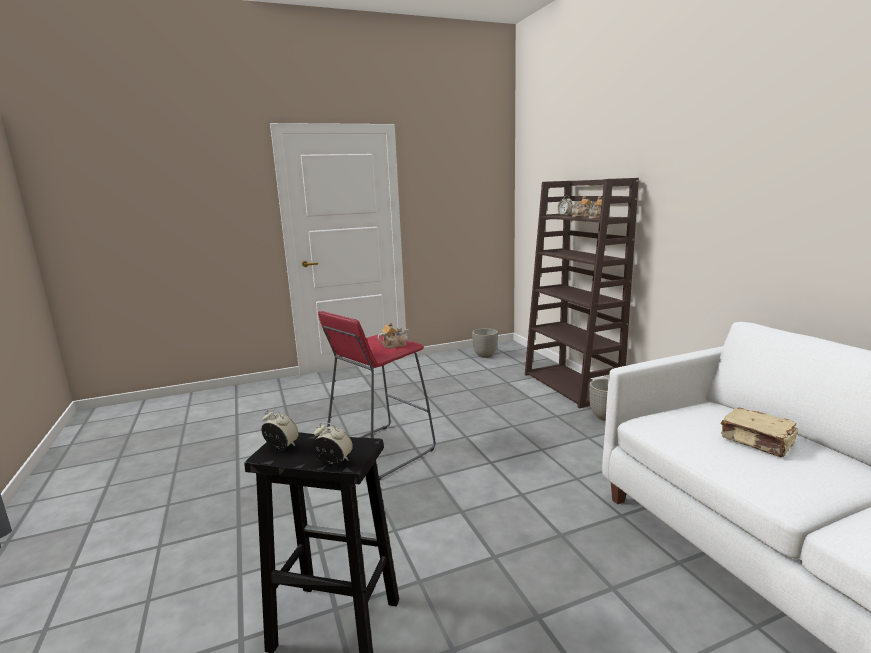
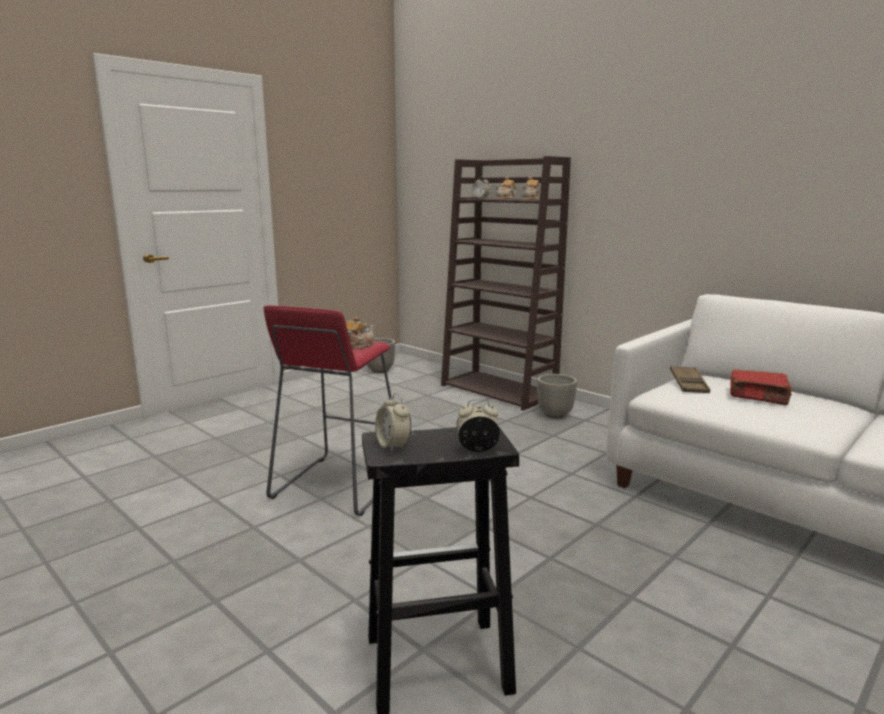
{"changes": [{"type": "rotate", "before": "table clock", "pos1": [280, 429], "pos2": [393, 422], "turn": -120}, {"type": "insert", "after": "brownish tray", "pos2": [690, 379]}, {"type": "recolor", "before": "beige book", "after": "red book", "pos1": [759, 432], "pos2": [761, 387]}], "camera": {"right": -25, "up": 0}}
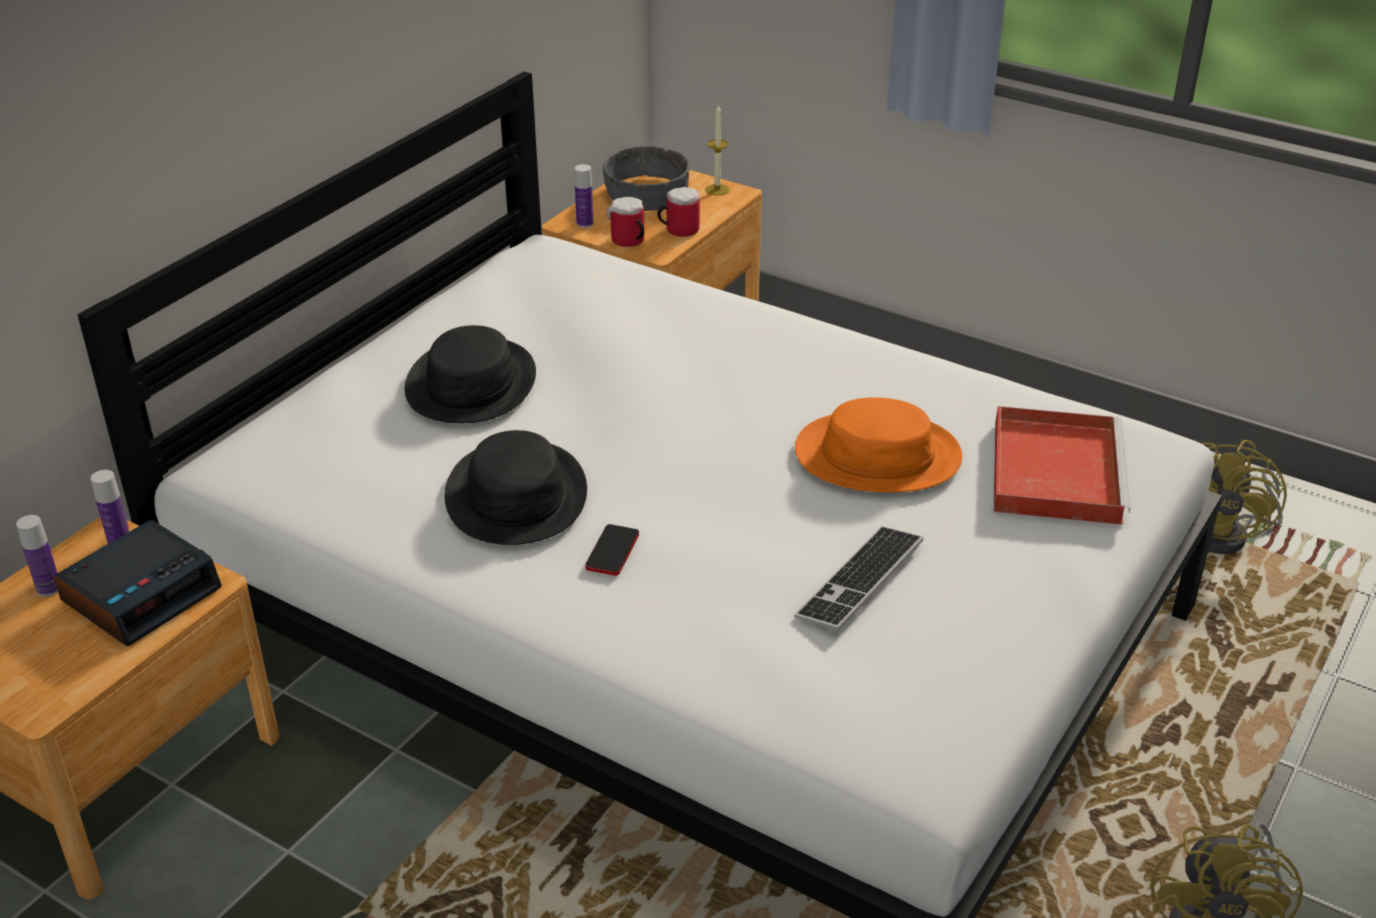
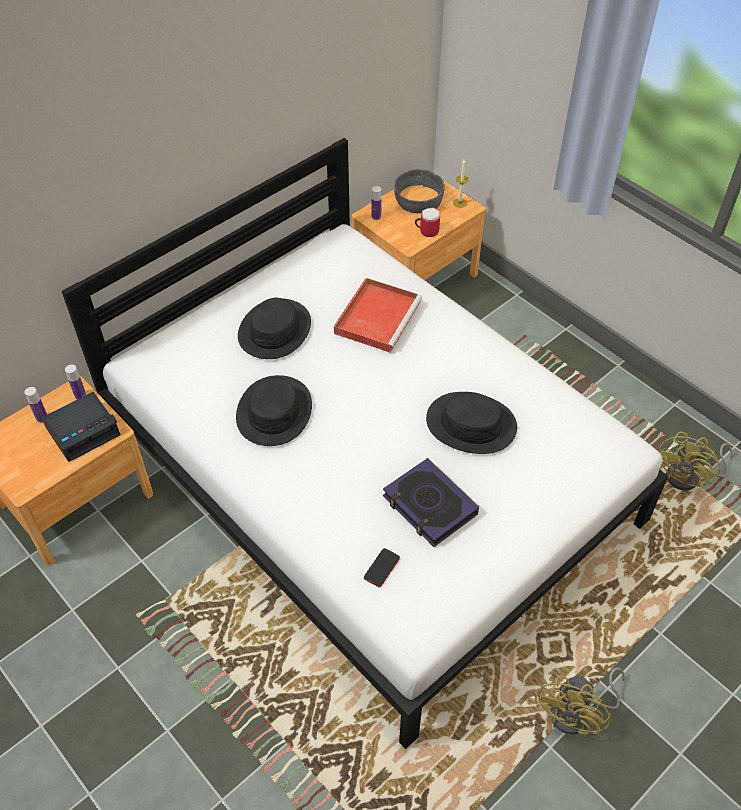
{"changes": [{"type": "move", "before": "red tray", "pos1": [1062, 465], "pos2": [378, 315]}, {"type": "move", "before": "telephone", "pos1": [612, 550], "pos2": [382, 567]}, {"type": "replace", "before": "computer keyboard", "after": "book", "pos1": [859, 579], "pos2": [431, 502]}, {"type": "recolor", "before": "orange-coloured clothing hat", "after": "black-coloured clothing hat", "pos1": [878, 444], "pos2": [471, 423]}, {"type": "delete", "before": "tea mug", "pos1": [625, 222]}], "camera": {"right": 15, "up": 15}}
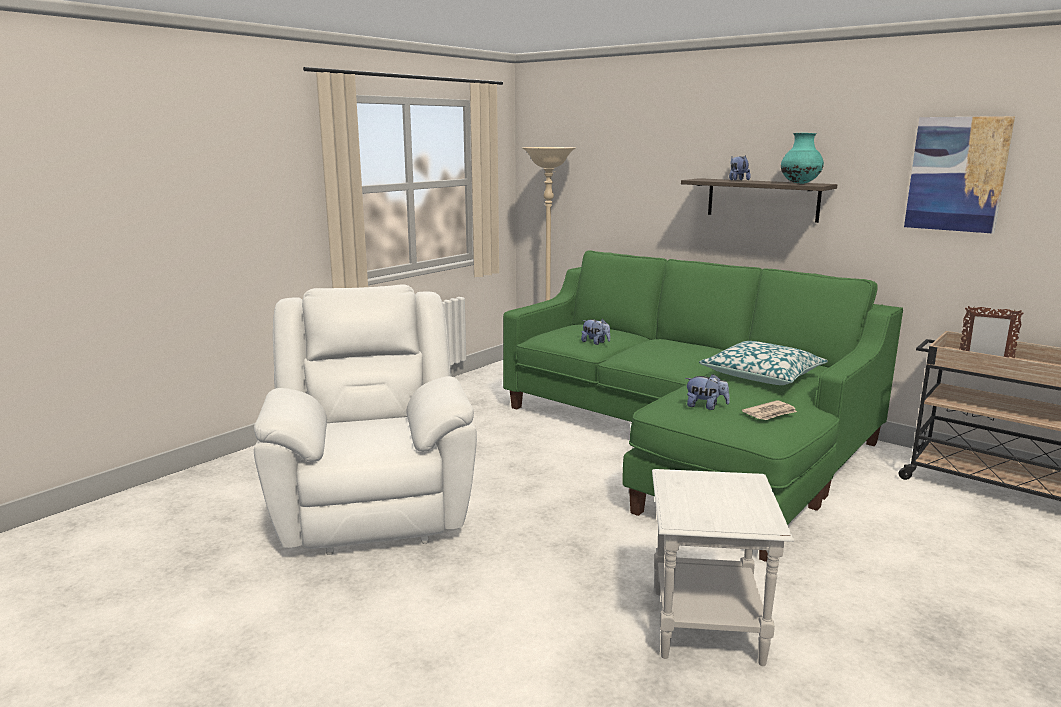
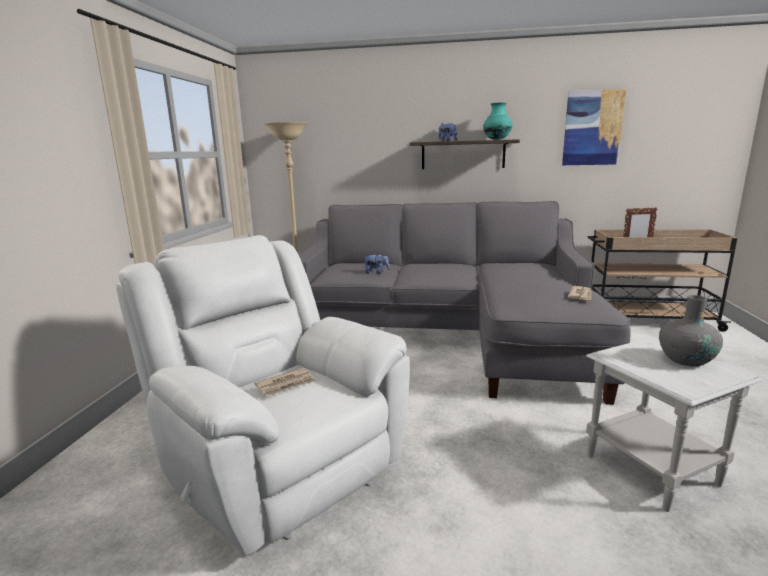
{"changes": [{"type": "insert", "after": "daily paper", "pos2": [285, 382]}, {"type": "recolor", "before": "green-coloured sofa", "after": "greyish sofa", "pos1": [703, 406], "pos2": [464, 303]}, {"type": "insert", "after": "greyish decorative vase", "pos2": [691, 331]}, {"type": "delete", "before": "soft toy", "pos1": [707, 392]}, {"type": "delete", "before": "throw pillow", "pos1": [763, 363]}], "camera": {"right": -30, "up": 0}}
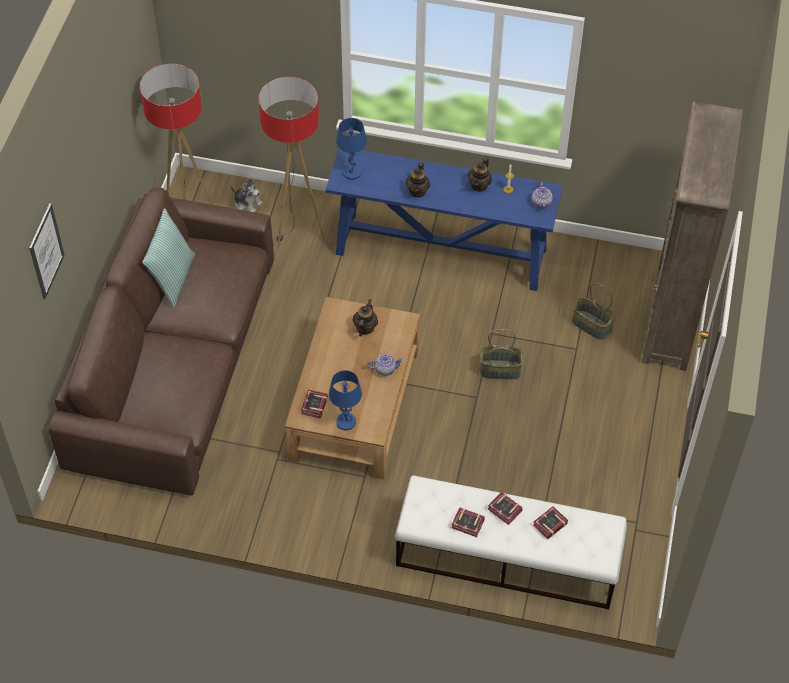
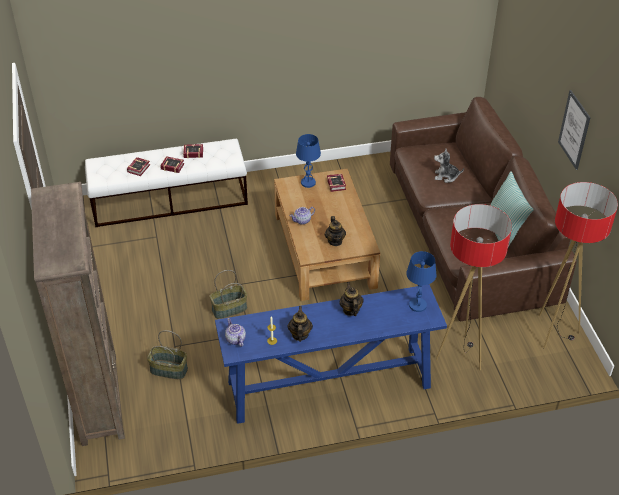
{"changes": [{"type": "move", "before": "soft toy", "pos1": [247, 195], "pos2": [449, 166]}, {"type": "move", "before": "wall picture", "pos1": [47, 251], "pos2": [574, 130]}], "camera": {"right": 155, "up": -10}}
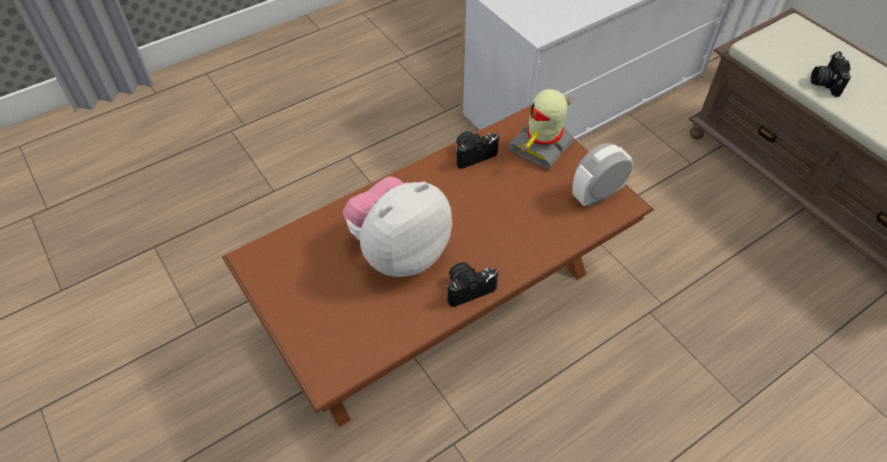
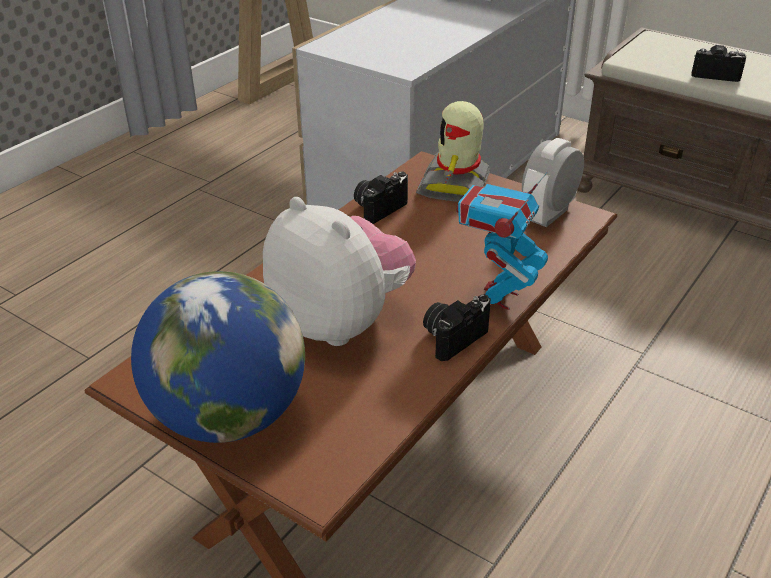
{"changes": [{"type": "insert", "after": "globe", "pos2": [218, 357]}, {"type": "rotate", "before": "soft toy", "pos1": [397, 227], "pos2": [339, 271], "turn": 105}, {"type": "insert", "after": "toy robot", "pos2": [502, 241]}, {"type": "rotate", "before": "still camera", "pos1": [831, 74], "pos2": [718, 63], "turn": 120}], "camera": {"right": -20, "up": -15}}
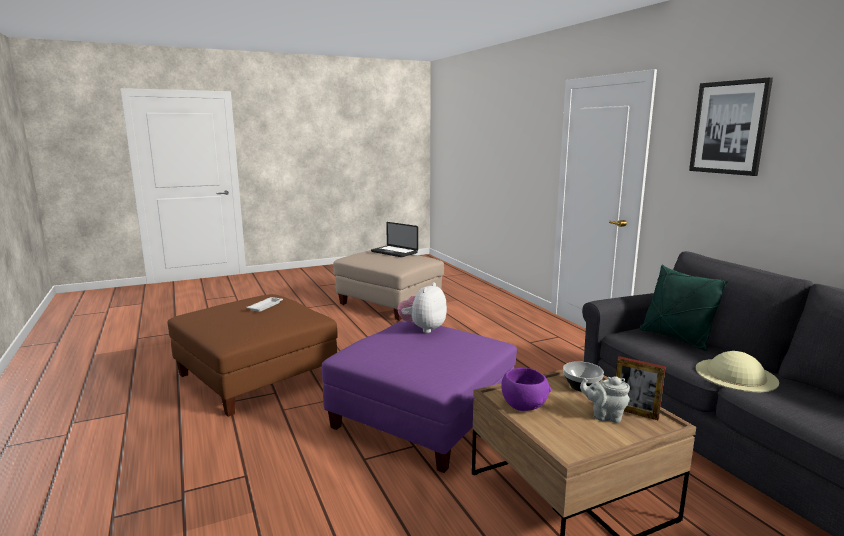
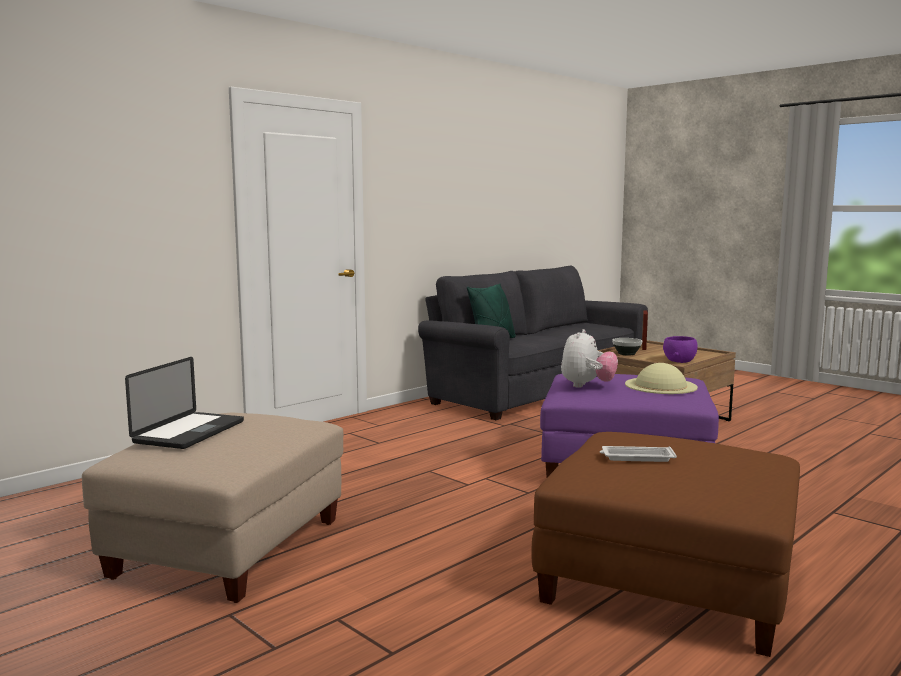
{"changes": [{"type": "rotate", "before": "soft toy", "pos1": [422, 307], "pos2": [589, 358], "turn": -75}, {"type": "move", "before": "beige clothing hat", "pos1": [737, 371], "pos2": [661, 378]}, {"type": "delete", "before": "greyish tea pot", "pos1": [605, 399]}, {"type": "delete", "before": "wall picture", "pos1": [731, 126]}], "camera": {"right": -110, "up": -5}}
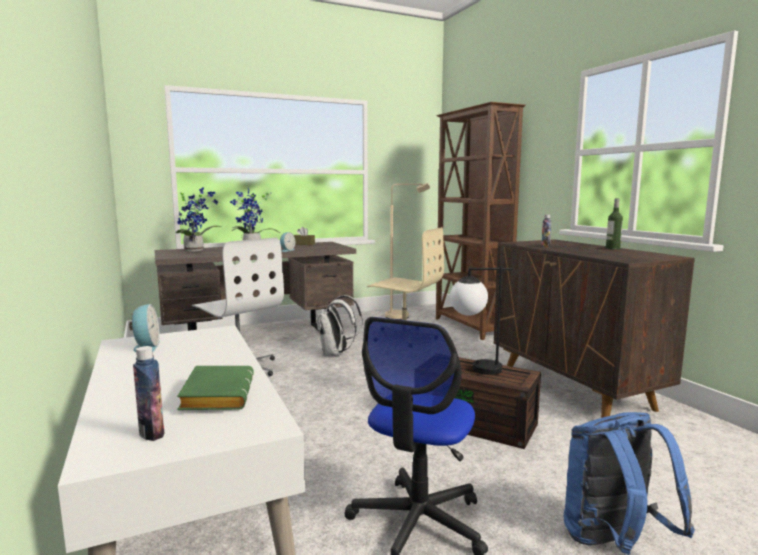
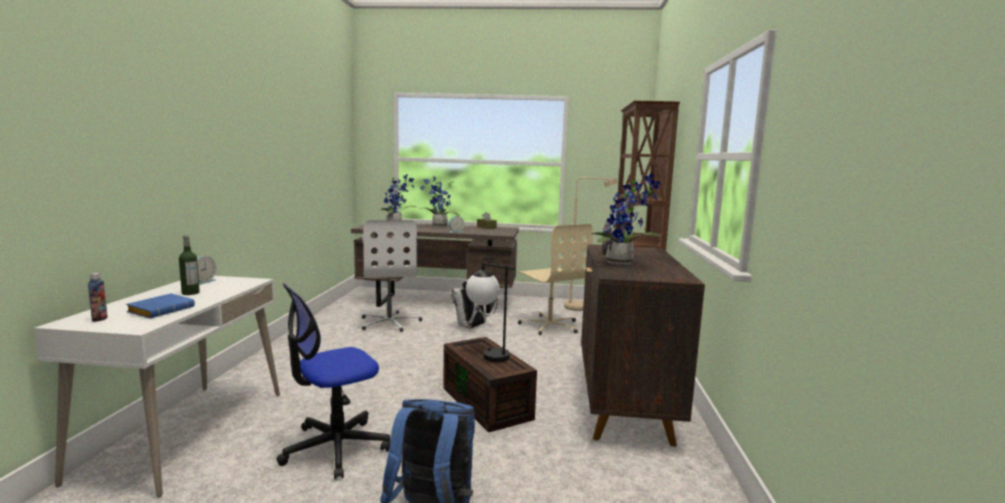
{"changes": [{"type": "recolor", "before": "green-coloured book", "after": "blue book", "pos1": [215, 388], "pos2": [160, 306]}, {"type": "move", "before": "beverage bottle", "pos1": [614, 224], "pos2": [189, 265]}, {"type": "insert", "after": "houseplant", "pos2": [626, 219]}], "camera": {"right": 30, "up": 0}}
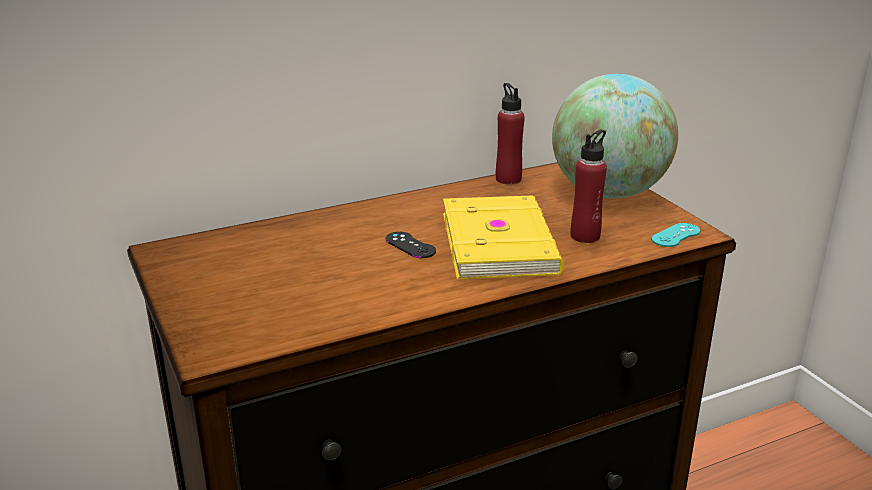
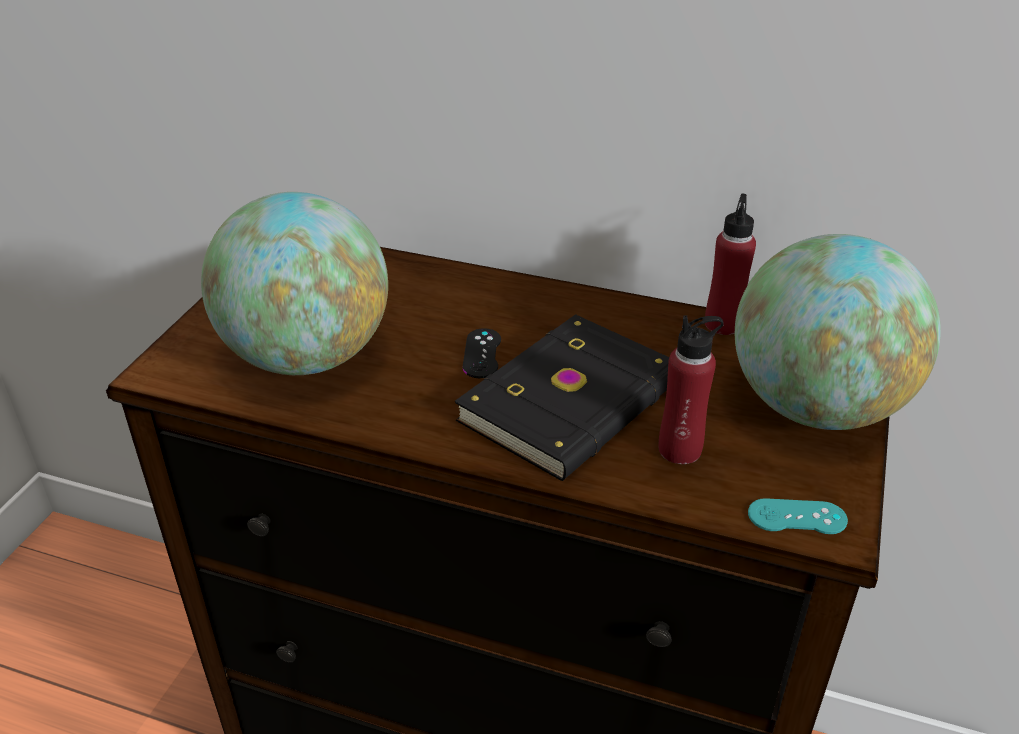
{"changes": [{"type": "insert", "after": "globe", "pos2": [294, 283]}, {"type": "recolor", "before": "yellowish book", "after": "black-coloured book", "pos1": [503, 237], "pos2": [562, 397]}], "camera": {"right": 45, "up": 10}}
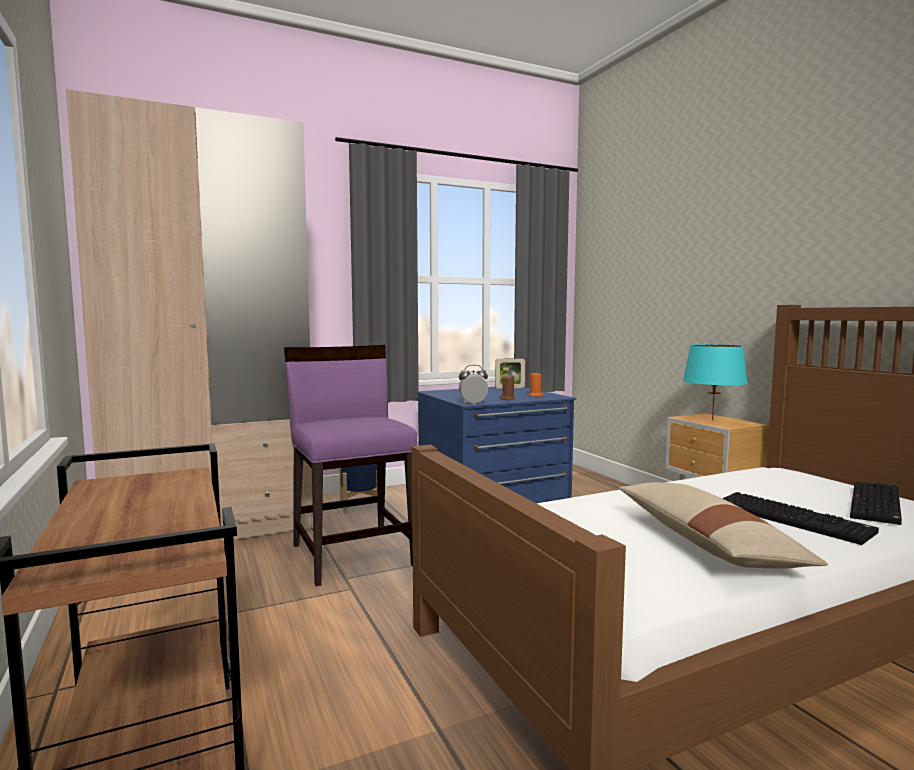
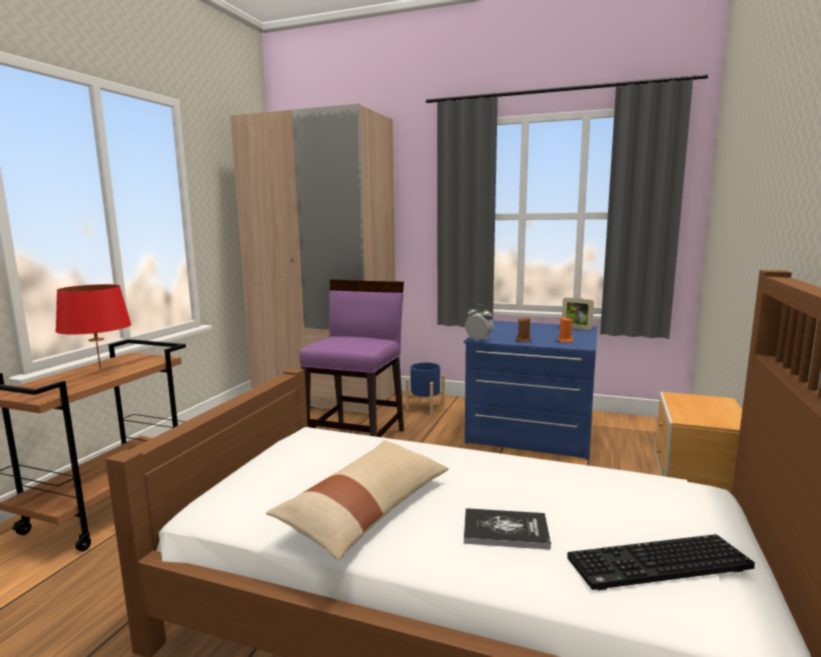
{"changes": [{"type": "insert", "after": "red lamp for a table", "pos2": [93, 326]}, {"type": "replace", "before": "computer keyboard", "after": "book", "pos1": [800, 518], "pos2": [507, 529]}, {"type": "delete", "before": "turquoise lamp for a table", "pos1": [715, 382]}], "camera": {"right": 45, "up": 5}}
